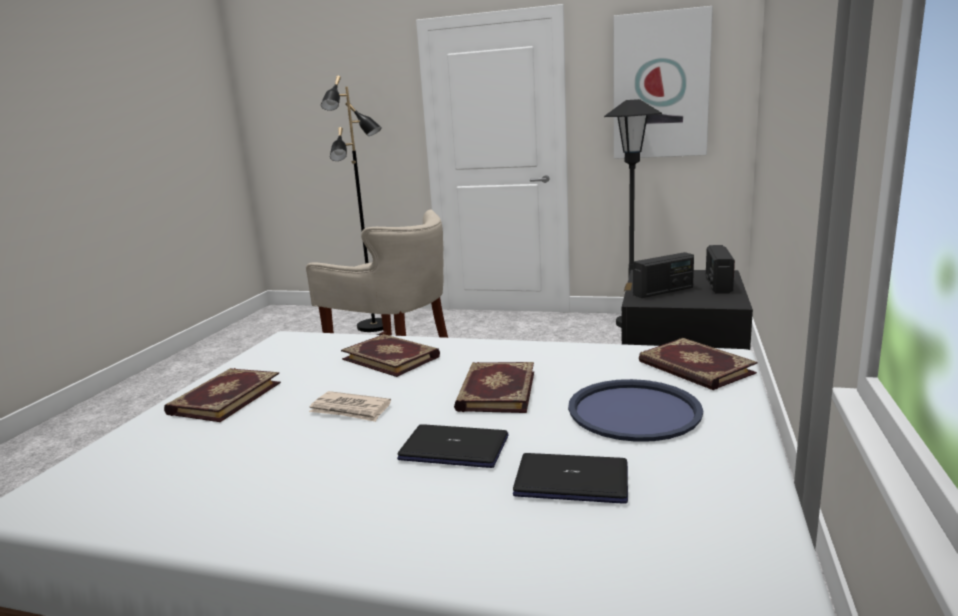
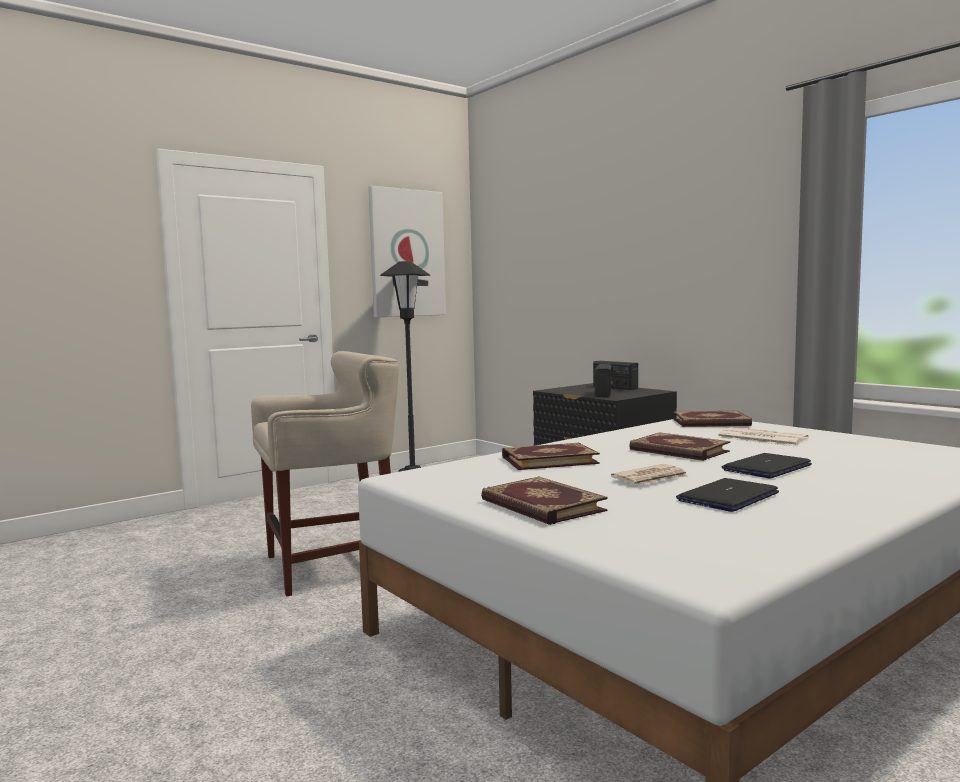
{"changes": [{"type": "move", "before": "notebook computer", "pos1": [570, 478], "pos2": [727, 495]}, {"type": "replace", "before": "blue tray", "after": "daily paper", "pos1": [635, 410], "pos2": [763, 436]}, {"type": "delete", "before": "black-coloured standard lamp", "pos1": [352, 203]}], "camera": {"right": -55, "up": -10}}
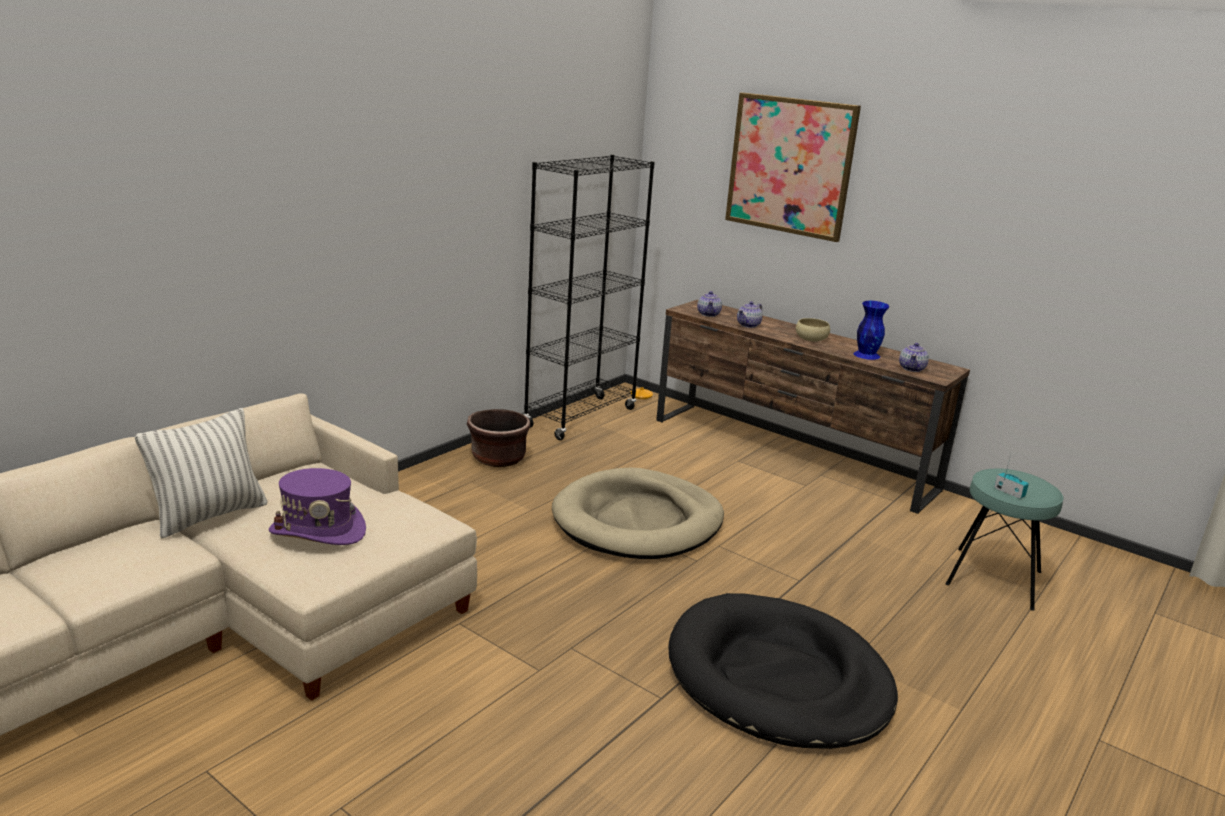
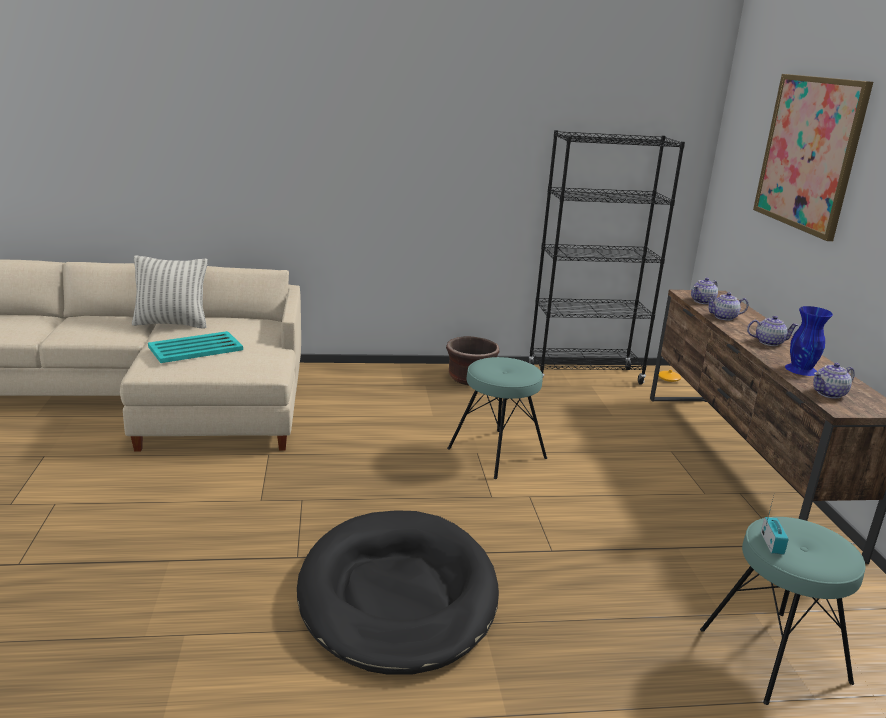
{"changes": [{"type": "replace", "before": "purplish clothing hat", "after": "turquoise tray", "pos1": [317, 506], "pos2": [195, 347]}, {"type": "replace", "before": "beige dog cushion", "after": "turquoise stool seat", "pos1": [638, 513], "pos2": [497, 418]}, {"type": "replace", "before": "beige serving bowl", "after": "tea pot", "pos1": [813, 329], "pos2": [772, 331]}], "camera": {"right": 45, "up": 0}}
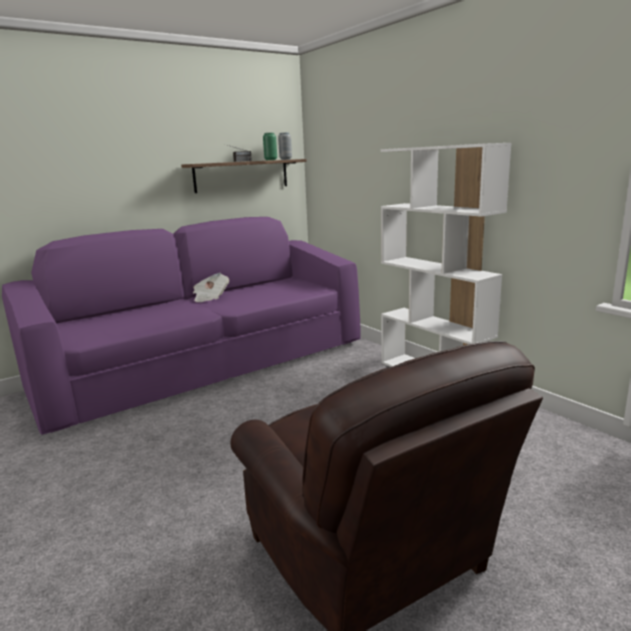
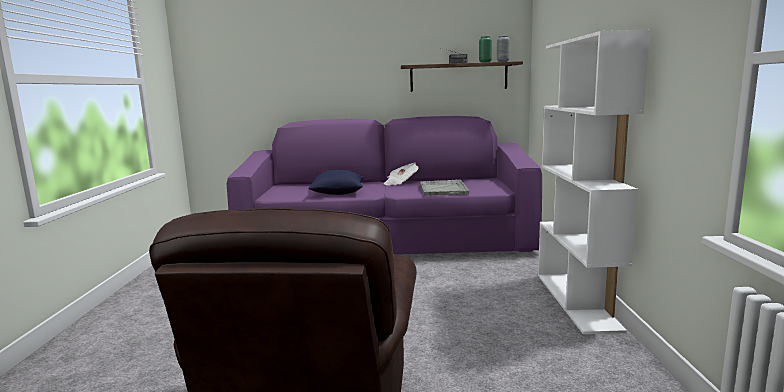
{"changes": [{"type": "insert", "after": "blue throw pillow", "pos2": [336, 182]}, {"type": "insert", "after": "greyish tray", "pos2": [444, 188]}], "camera": {"right": 35, "up": -5}}
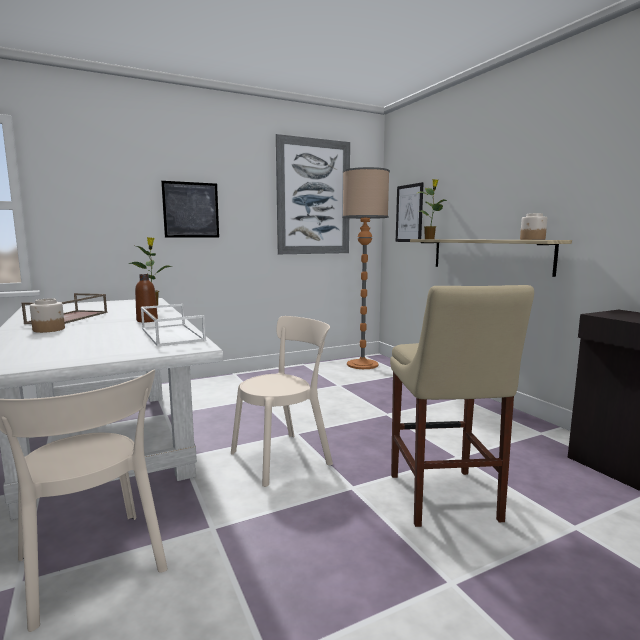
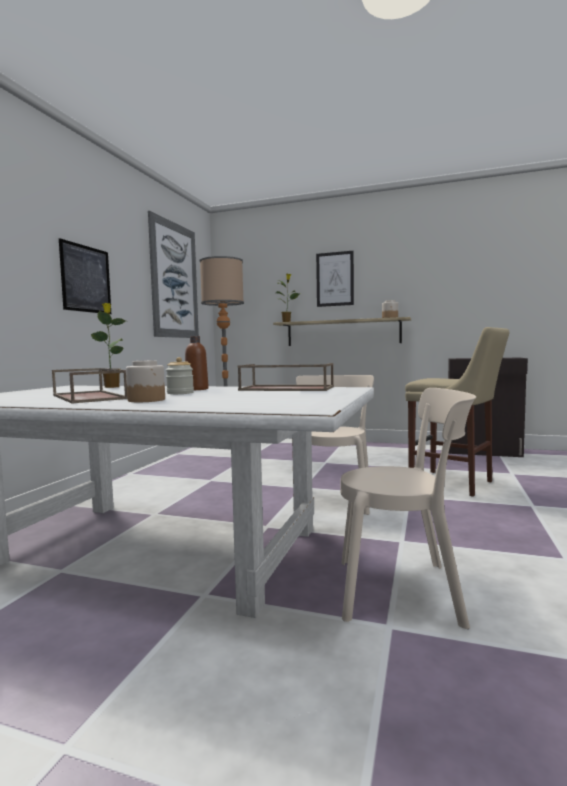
{"changes": [{"type": "insert", "after": "jar", "pos2": [180, 375]}, {"type": "recolor", "before": "white-coloured tray", "after": "brownish tray", "pos1": [173, 325], "pos2": [285, 377]}, {"type": "move", "before": "wall picture", "pos1": [410, 212], "pos2": [335, 279]}], "camera": {"right": -45, "up": -5}}
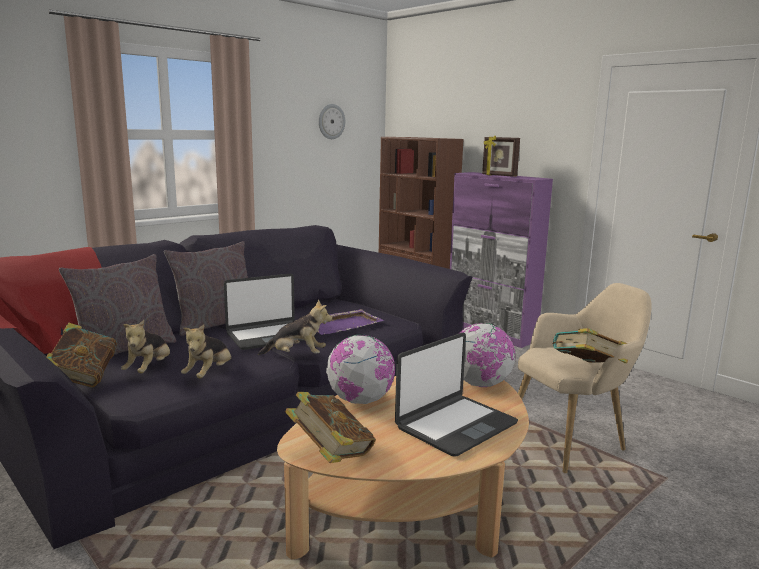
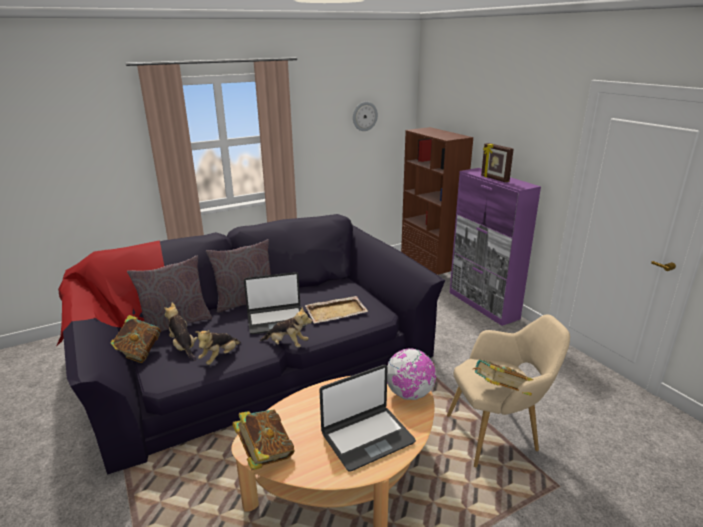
{"changes": [{"type": "rotate", "before": "soft toy", "pos1": [145, 346], "pos2": [181, 332], "turn": 120}, {"type": "recolor", "before": "purplish tray", "after": "beige tray", "pos1": [350, 322], "pos2": [336, 310]}, {"type": "delete", "before": "globe", "pos1": [360, 369]}], "camera": {"right": 15, "up": 10}}
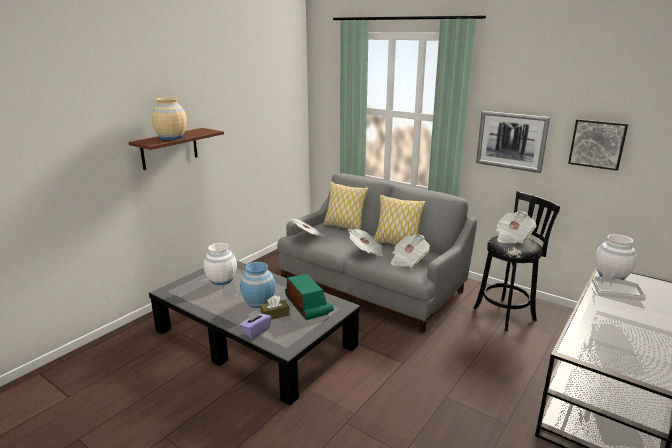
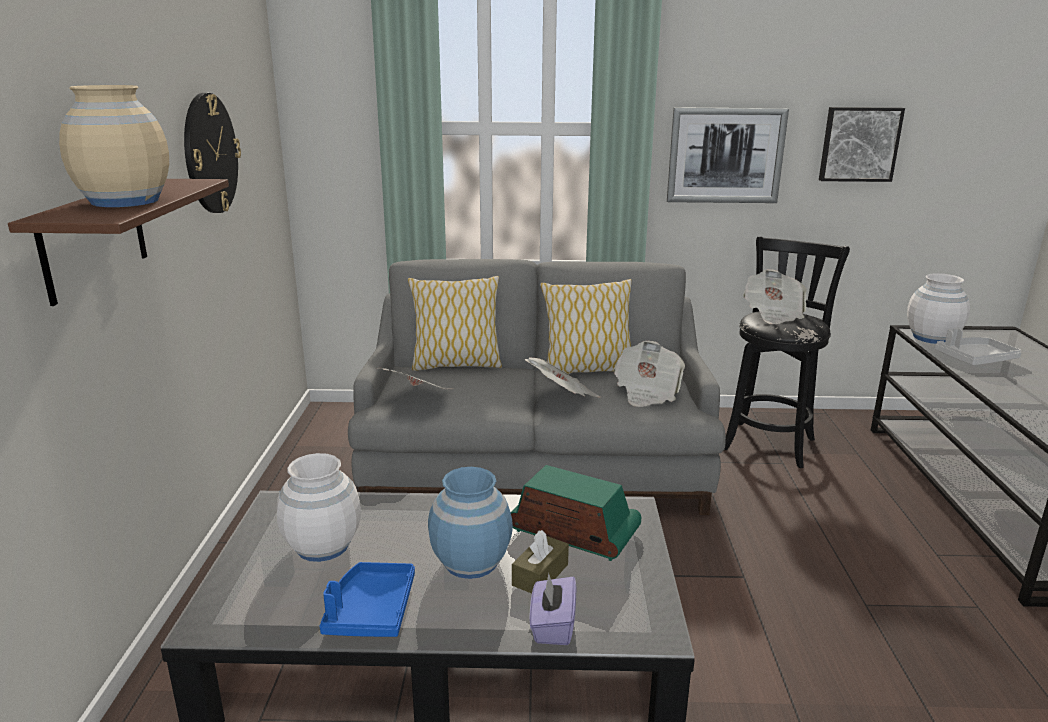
{"changes": [{"type": "insert", "after": "hanging clock", "pos2": [212, 153]}, {"type": "insert", "after": "blue tray", "pos2": [367, 599]}], "camera": {"right": -35, "up": 0}}
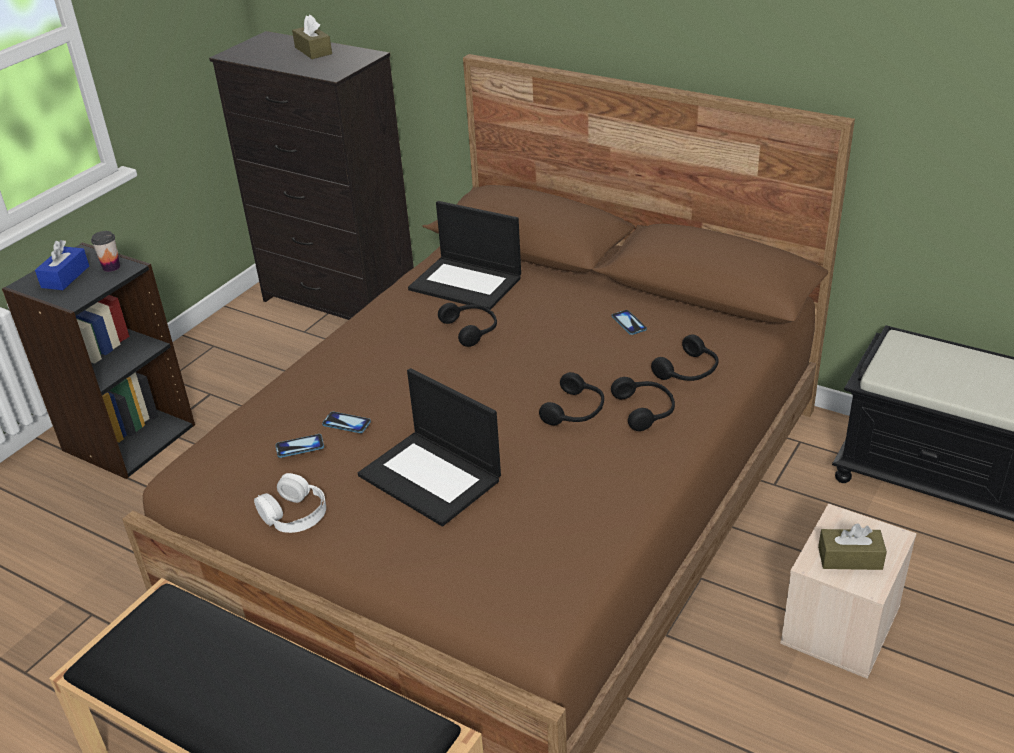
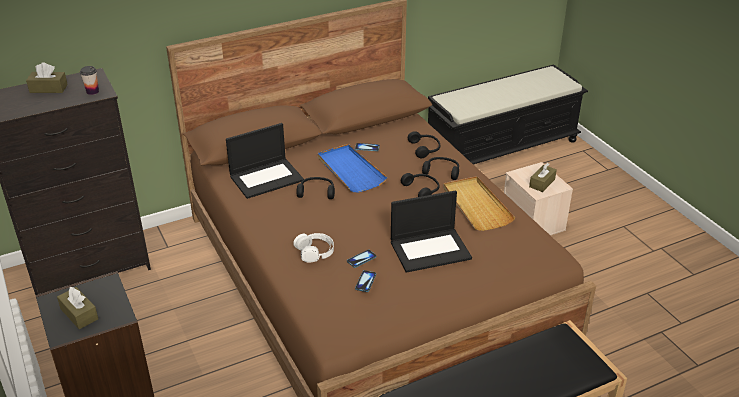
{"changes": [{"type": "recolor", "before": "blue tissue holder", "after": "brownish tissue holder", "pos1": [62, 265], "pos2": [77, 308]}, {"type": "move", "before": "small cup", "pos1": [105, 251], "pos2": [89, 80]}, {"type": "move", "before": "white-coloured pair of headphones", "pos1": [290, 503], "pos2": [313, 247]}, {"type": "insert", "after": "blue tray", "pos2": [352, 168]}, {"type": "insert", "after": "beige tray", "pos2": [479, 203]}], "camera": {"right": -60, "up": 0}}
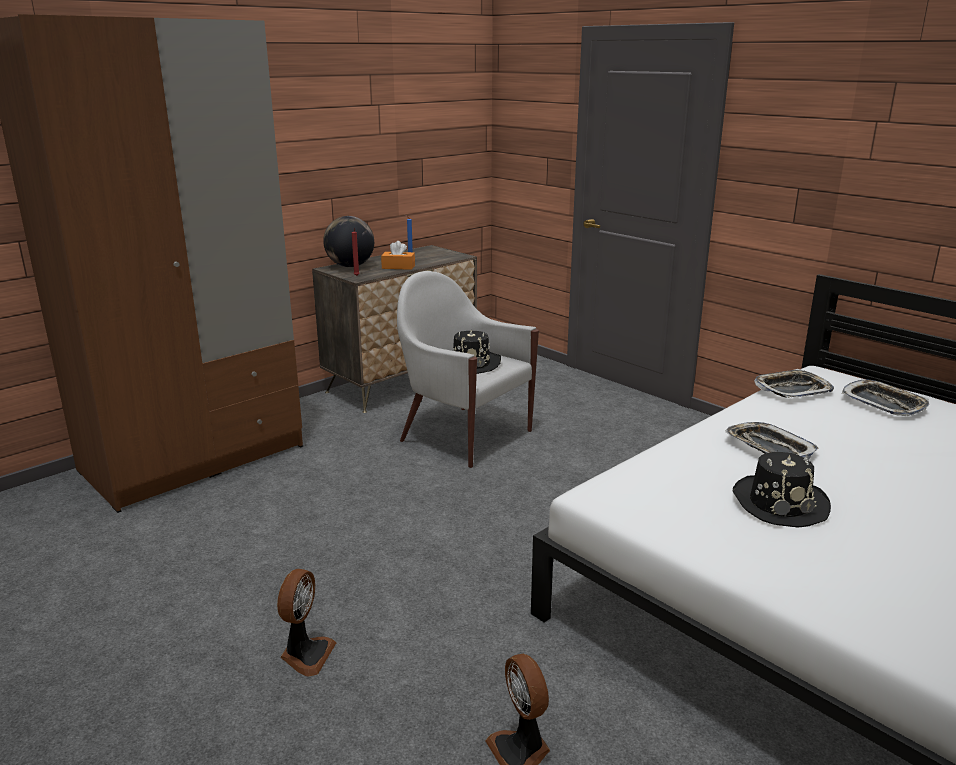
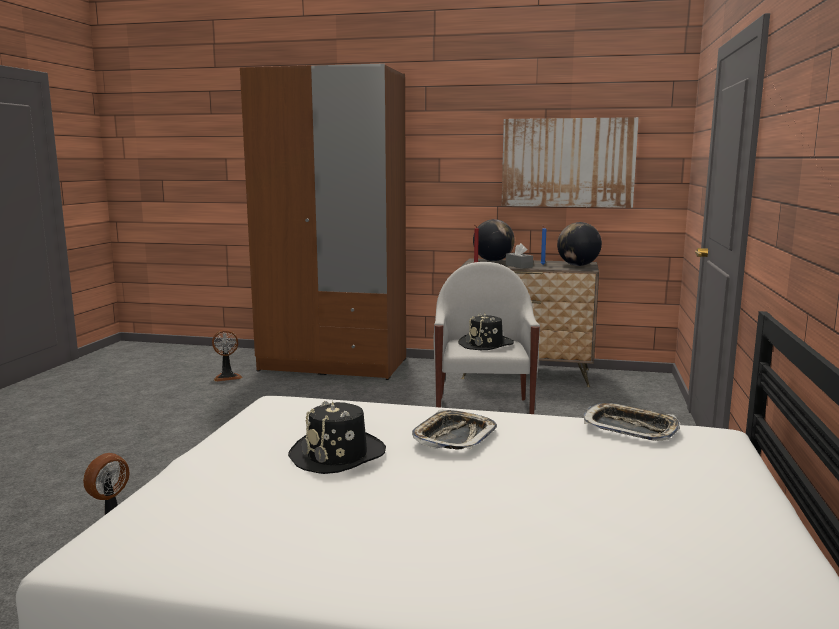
{"changes": [{"type": "move", "before": "electric fan", "pos1": [307, 623], "pos2": [227, 355]}, {"type": "insert", "after": "wall picture", "pos2": [570, 162]}, {"type": "recolor", "before": "orange-coloured tissue holder", "after": "greyish tissue holder", "pos1": [398, 255], "pos2": [519, 255]}, {"type": "insert", "after": "globe", "pos2": [579, 244]}, {"type": "delete", "before": "tray", "pos1": [885, 398]}], "camera": {"right": 55, "up": -10}}
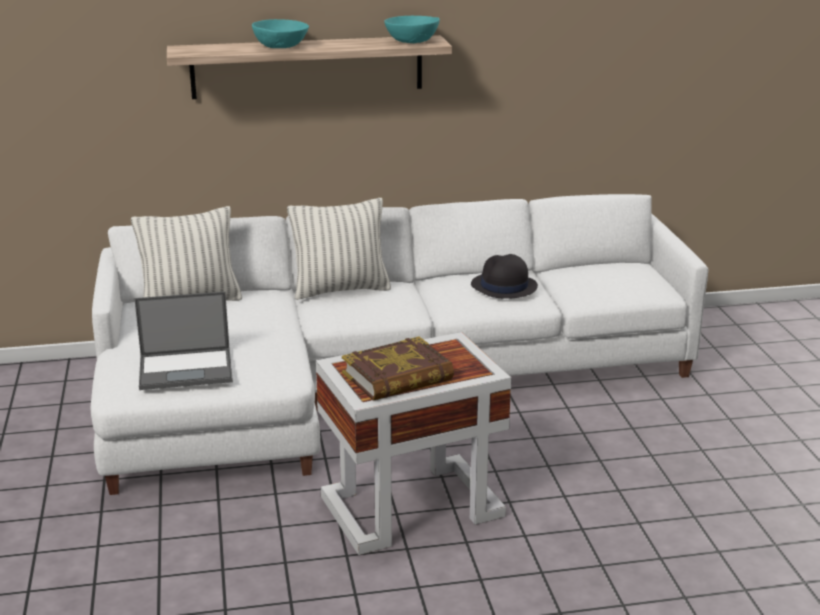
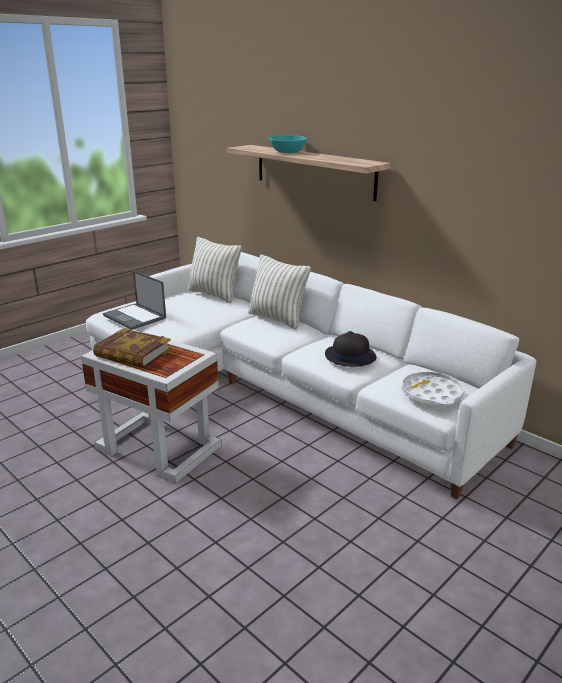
{"changes": [{"type": "insert", "after": "white-coloured tray", "pos2": [433, 387]}, {"type": "delete", "before": "turquoise serving bowl", "pos1": [412, 29]}], "camera": {"right": 55, "up": 0}}
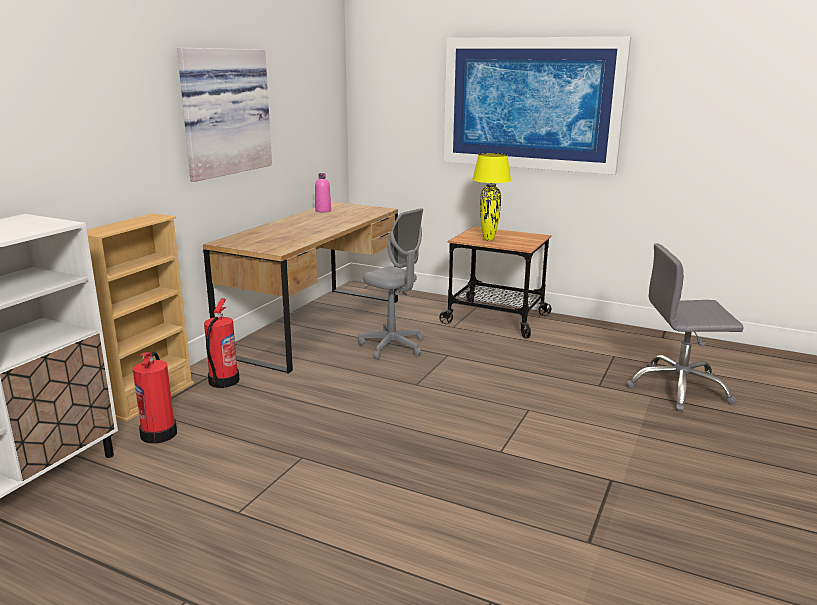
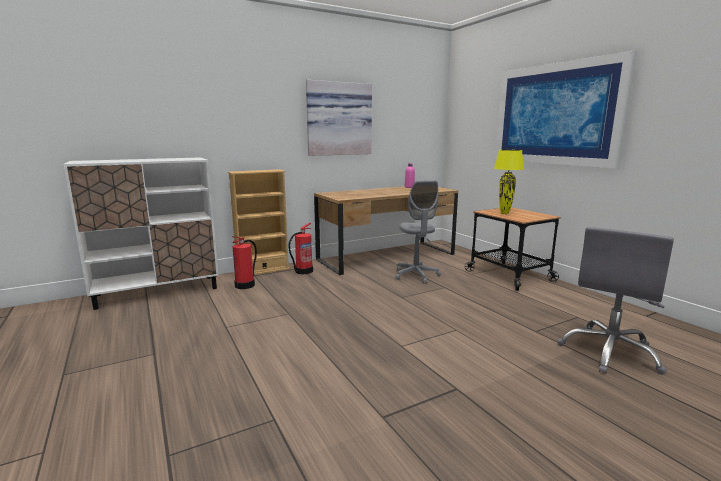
{"changes": [{"type": "rotate", "before": "greyish desk chair", "pos1": [685, 327], "pos2": [615, 301], "turn": -90}], "camera": {"right": 35, "up": -5}}
